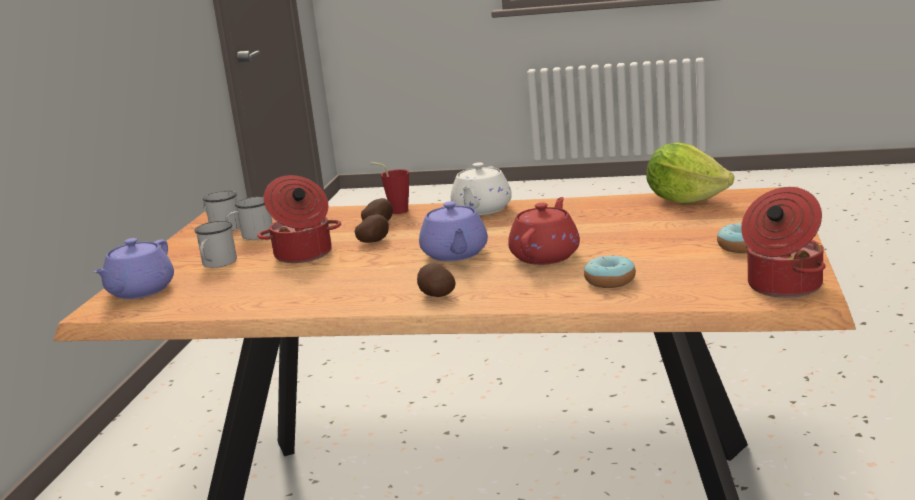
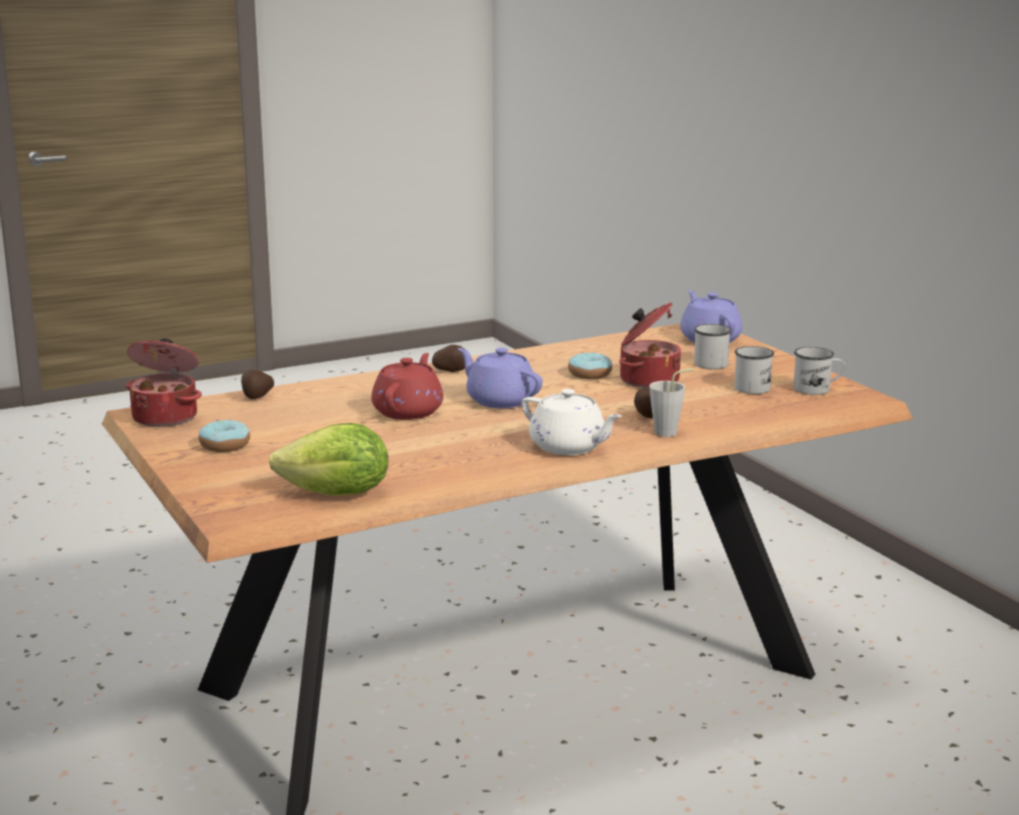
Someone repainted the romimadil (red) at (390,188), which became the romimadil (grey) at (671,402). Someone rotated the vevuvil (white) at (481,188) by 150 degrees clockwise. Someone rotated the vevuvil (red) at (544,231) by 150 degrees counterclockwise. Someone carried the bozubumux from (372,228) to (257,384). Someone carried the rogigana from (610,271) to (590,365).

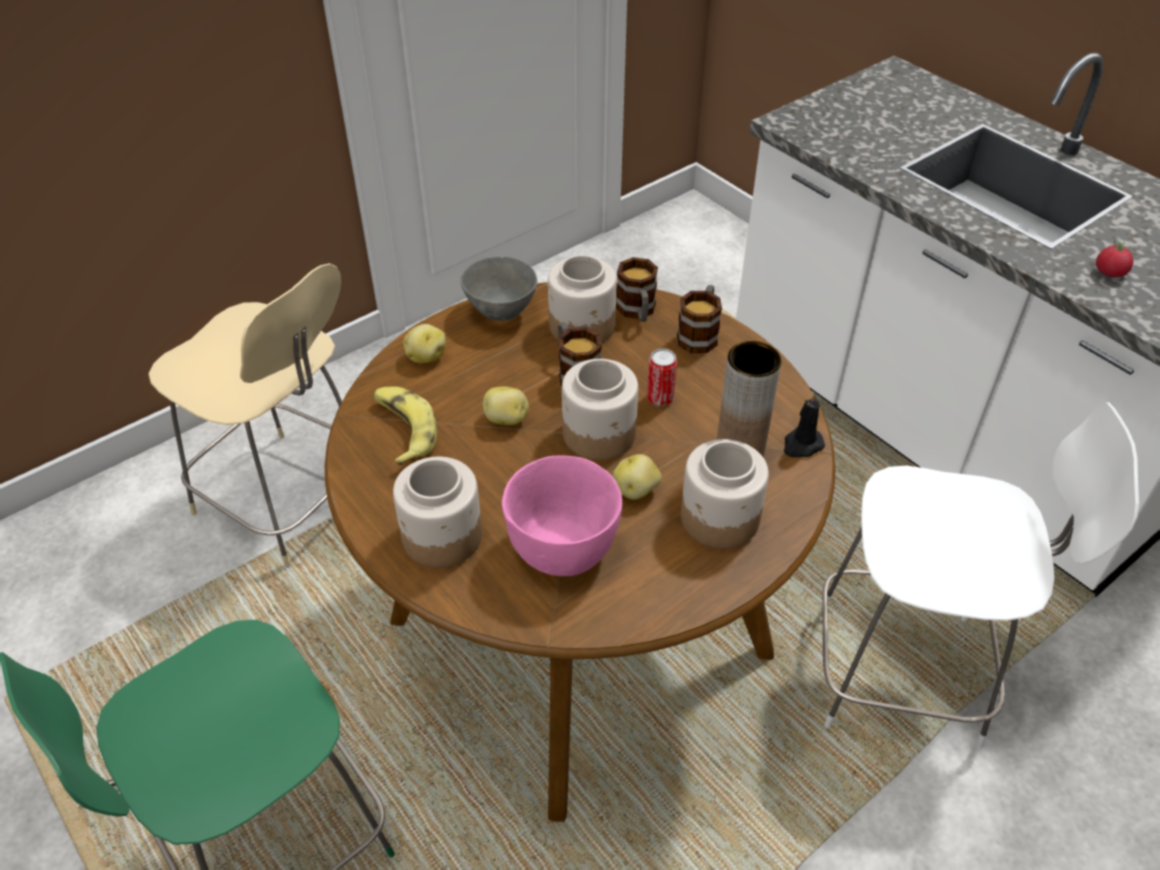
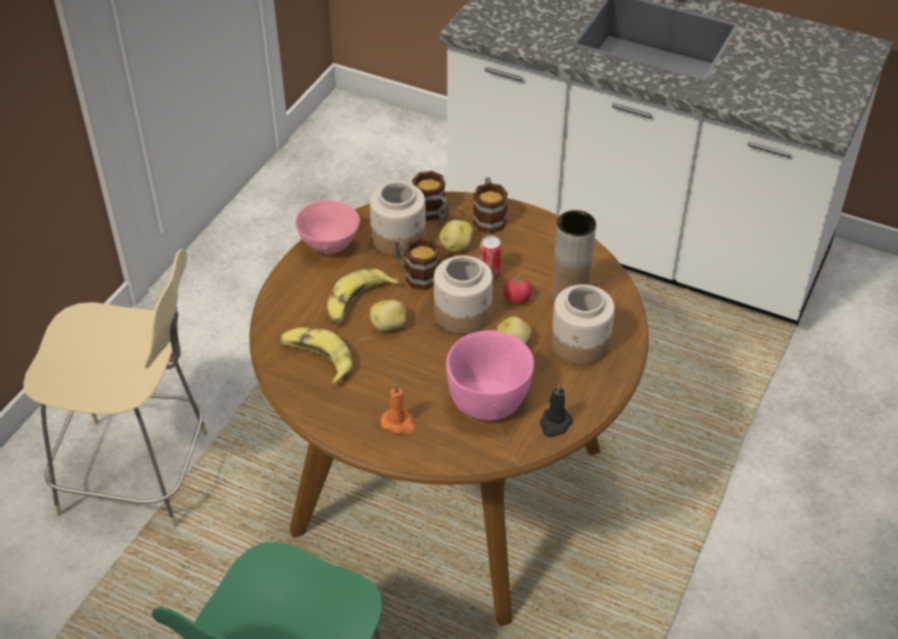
Someone carried the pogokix from (1114,258) to (518,288). Someone repainted the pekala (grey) at (498,288), which became the pekala (pink) at (327,227). Someone carried the bozubumux from (424,343) to (456,236). Someone carried the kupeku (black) from (804,425) to (556,410). Someone took away the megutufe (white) at (980,575). Someone swapped the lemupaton at (437,512) for the kupeku (orange) at (398,408). Someone put down the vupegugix at (363,297).

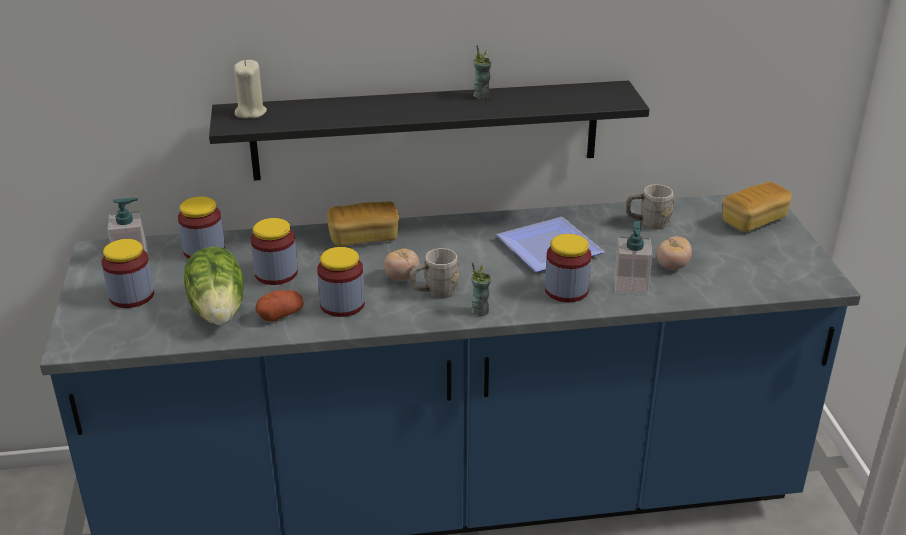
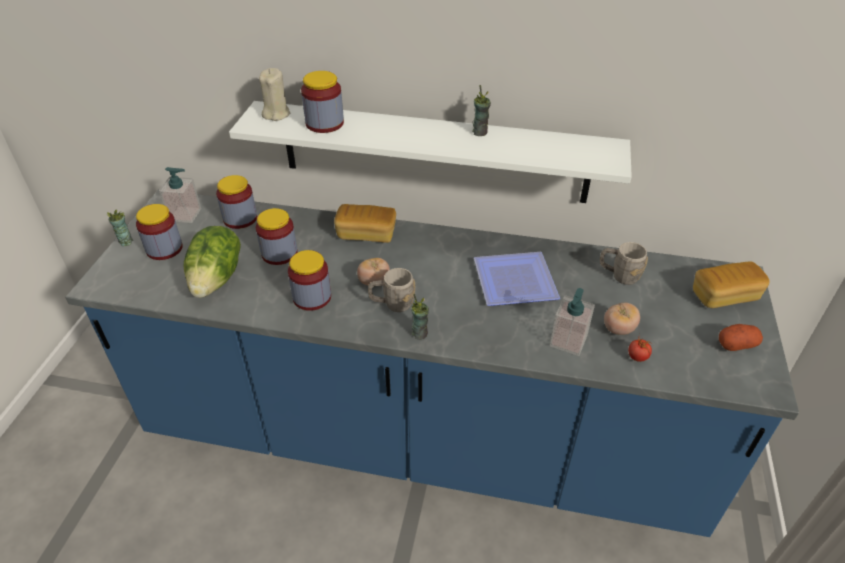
Someone repainted the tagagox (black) at (429,130), which became the tagagox (white) at (430,152). Someone carried the lemupaton from (568,268) to (322,102). Someone carried the bozubumux from (279,306) to (741,337). Someone put down the romimadil at (120,228). Someone put down the pogokix at (640,350).

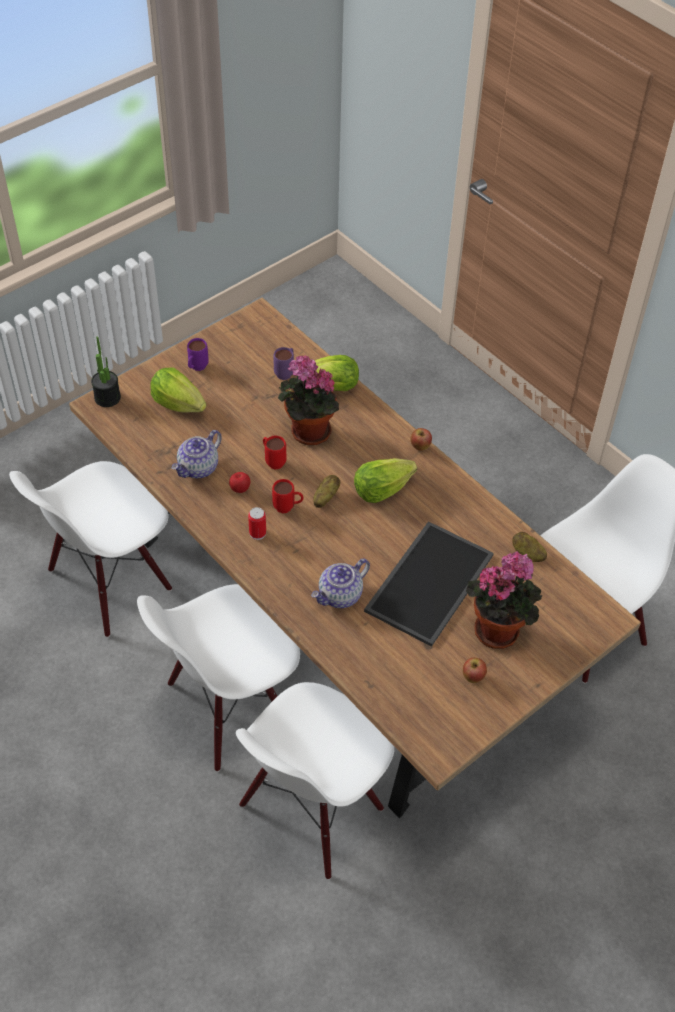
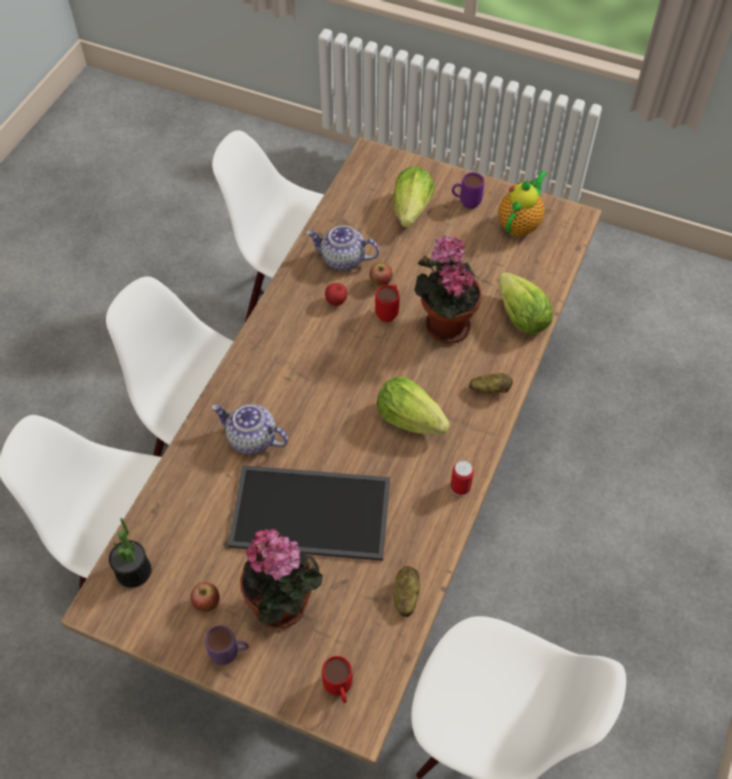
Someone carried the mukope from (106,371) to (130,553). Someone carried the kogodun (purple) from (283,363) to (227,645). Someone carried the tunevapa from (421,439) to (381,275). Someone carried the bozubumux from (326,491) to (491,383). Someone carried the kogodun (red) from (287,496) to (337,679). Someone carried the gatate from (257,523) to (462,478). Someone put down the vevuvil at (523,203).

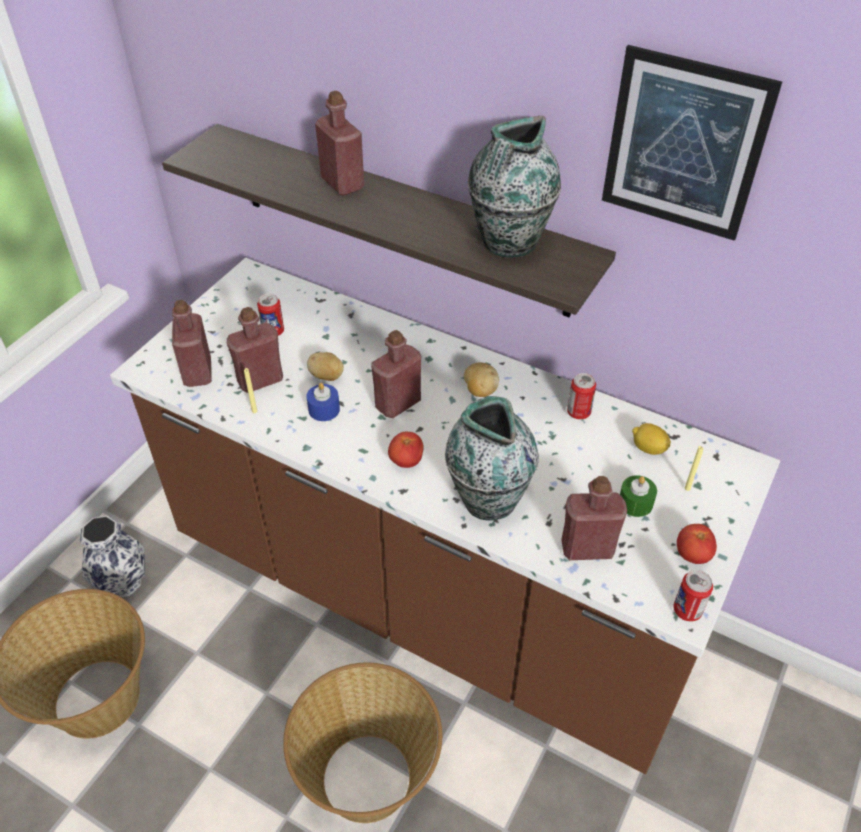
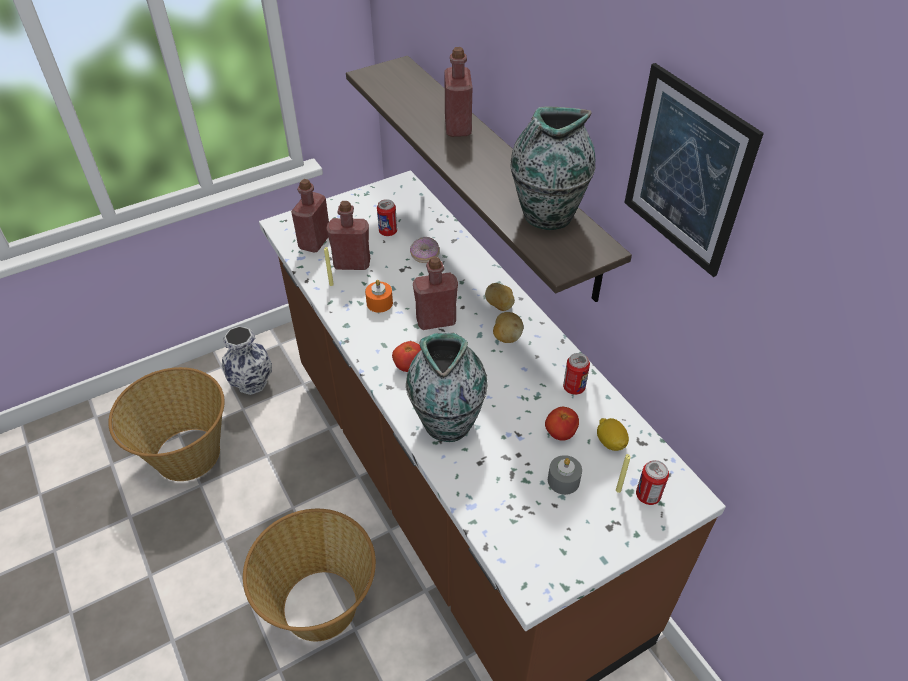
Someone carried the bozubumux from (325,366) to (500,297). Someone repainted the kupeku (blue) at (323,402), which became the kupeku (orange) at (379,296). Someone repainted the kupeku (green) at (638,496), which became the kupeku (grey) at (565,475). Someone took away the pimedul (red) at (594,518). Someone carried the pogokix from (697,544) to (562,424). Someone carried the gatate from (693,595) to (652,482). Someone put down the rogigana at (425,250).

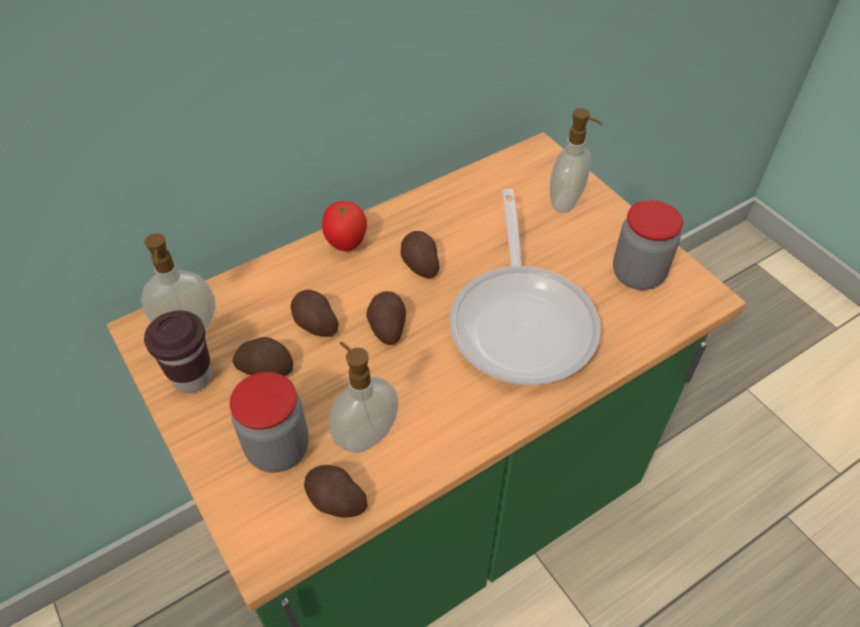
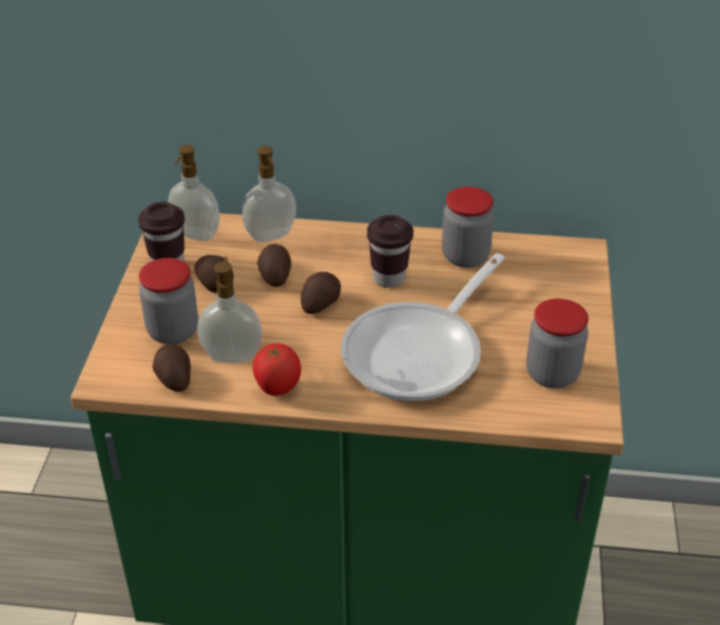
Someone carried the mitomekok from (576,160) to (269,194). Someone carried the pogokix from (344,226) to (277,369). Someone swapped the bozubumux at (420,254) for the romimadil (brown) at (390,251). Someone put down the lemupaton at (468,227).

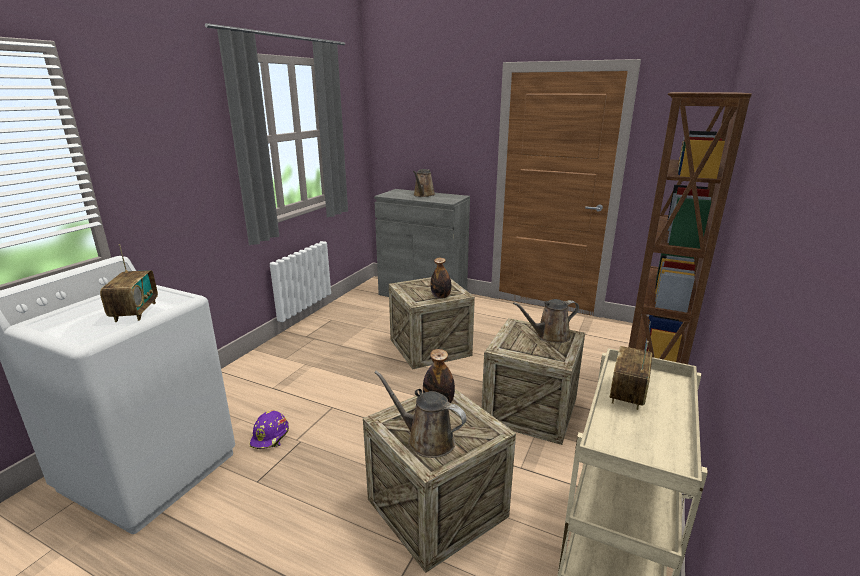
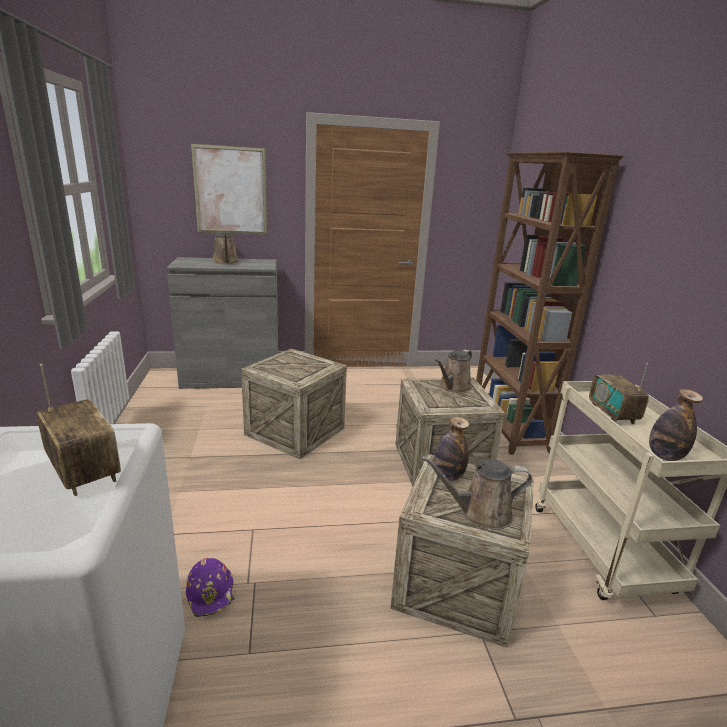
Someone carried the pimedul from (440,278) to (676,425). Someone put up the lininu at (229,189).

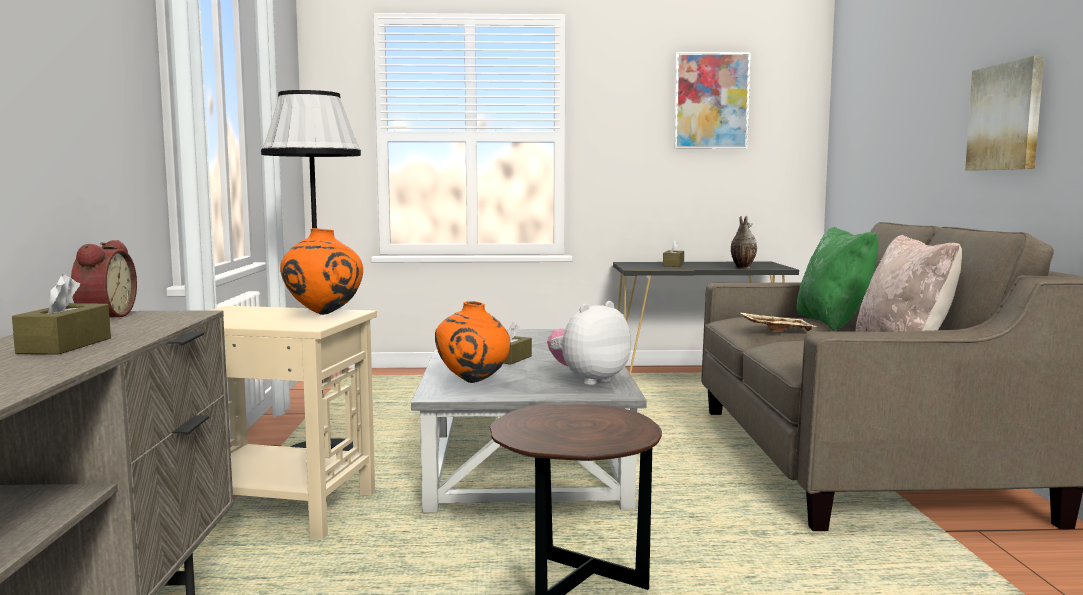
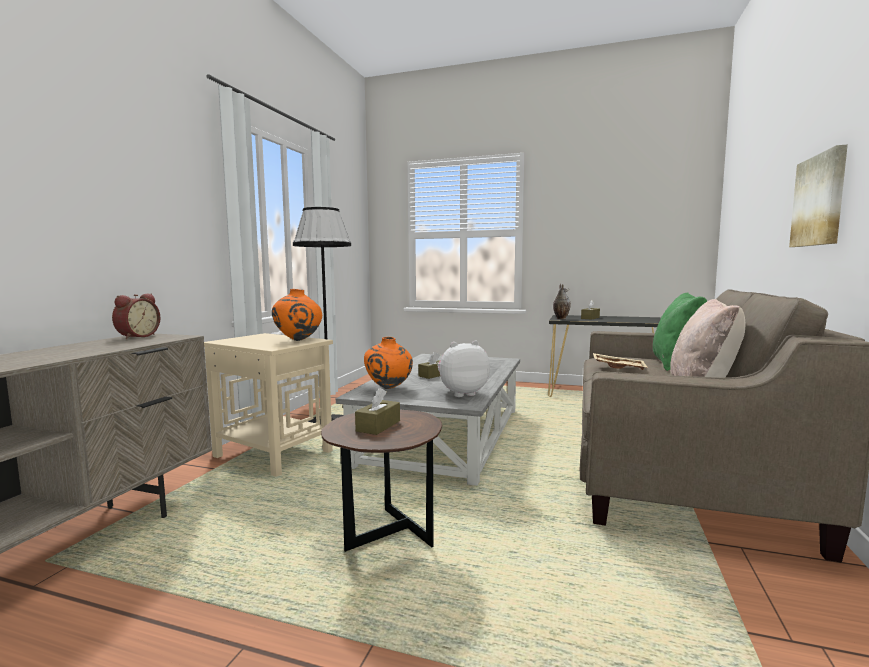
Someone took away the lininu at (712,100). Someone carried the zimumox from (744,242) to (562,301). Someone carried the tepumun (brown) from (61,314) to (377,411).

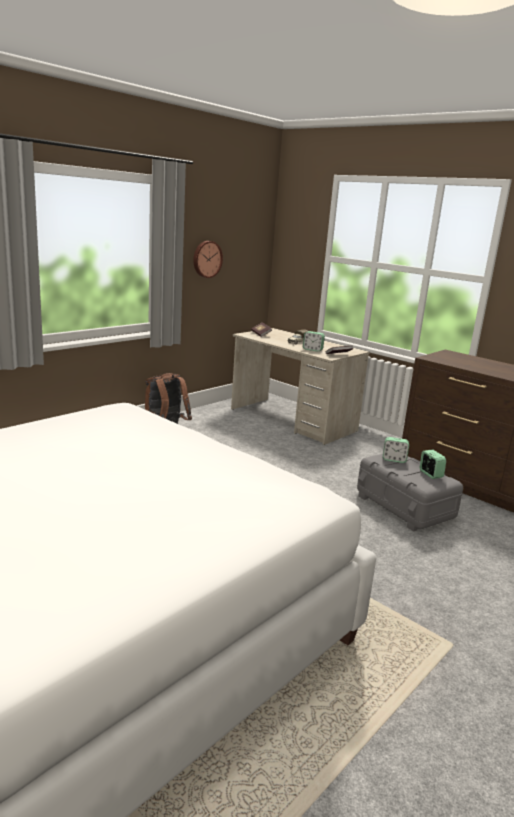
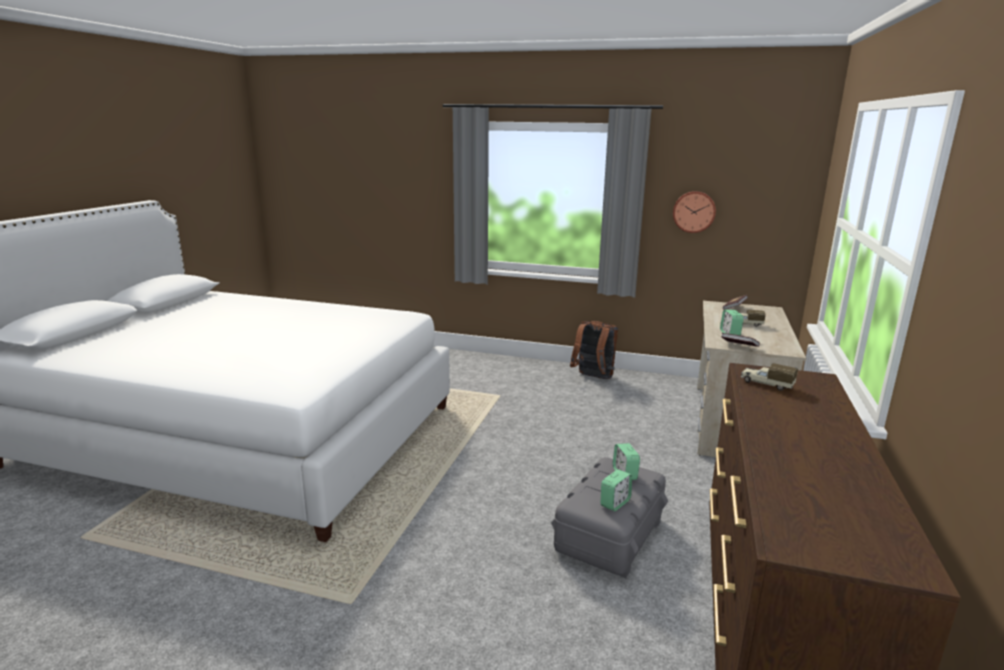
Someone put down the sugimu at (769,377).

